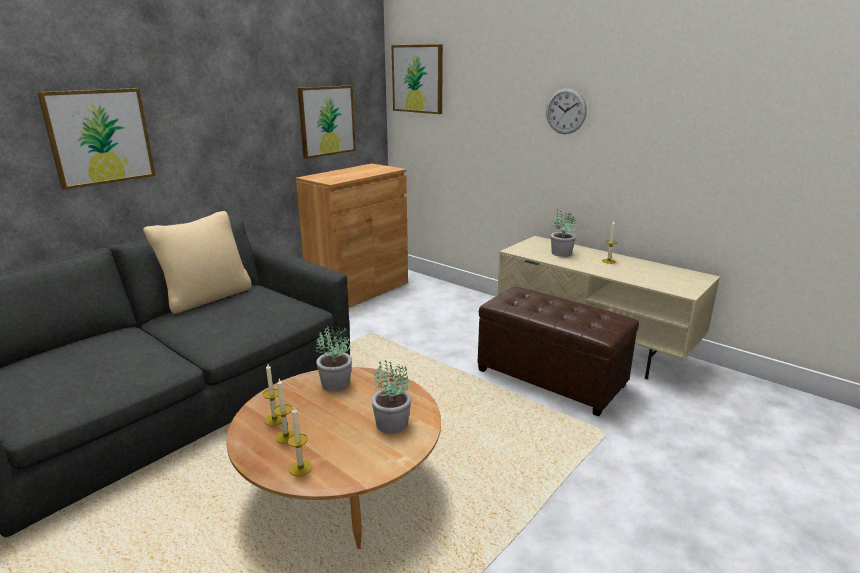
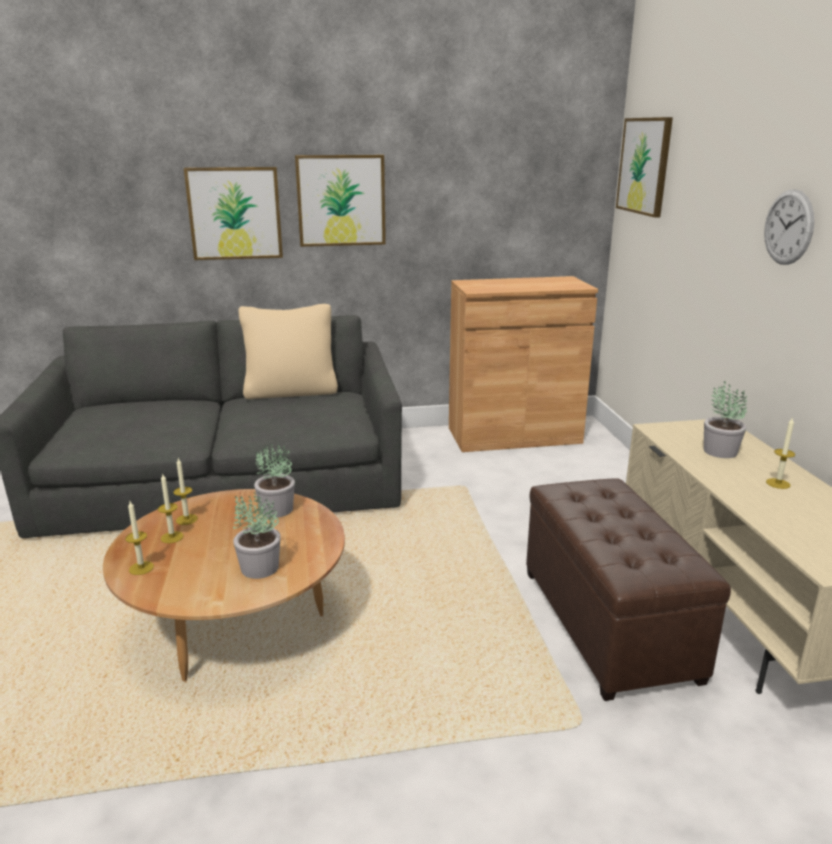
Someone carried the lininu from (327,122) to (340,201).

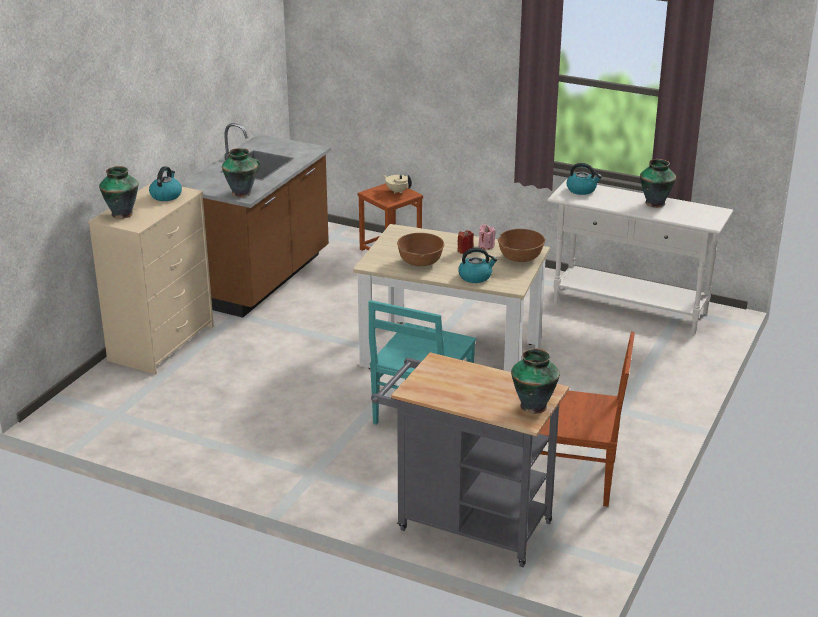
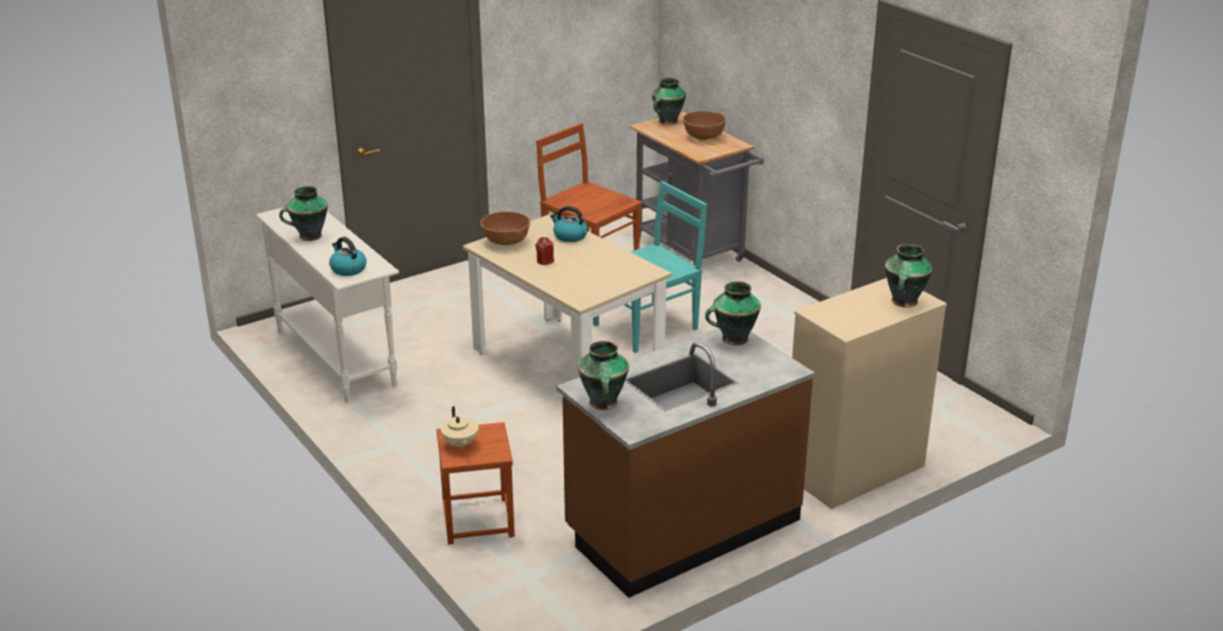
Someone took away the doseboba at (165,183). Someone took away the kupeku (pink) at (487,237). Someone carried the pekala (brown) from (420,250) to (704,126). Someone put down the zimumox at (603,375).

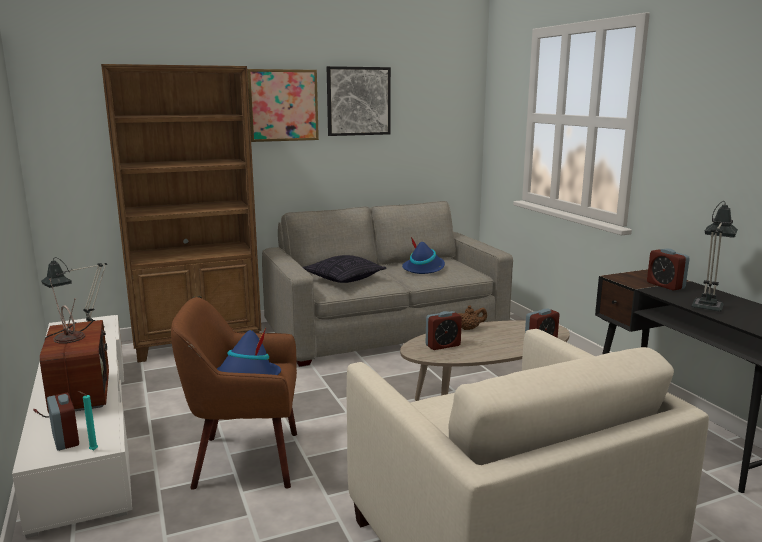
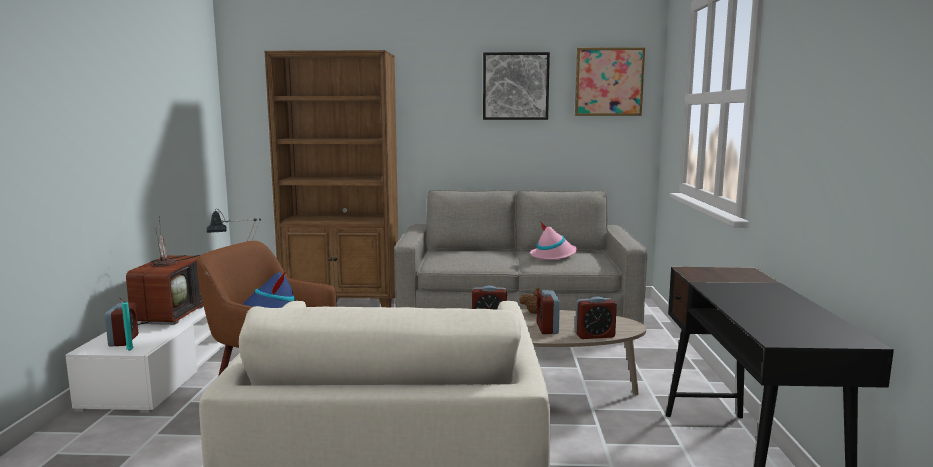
Someone carried the lininu from (283,105) to (610,81). Someone took away the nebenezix at (714,256). Someone repainted the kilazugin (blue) at (423,255), which became the kilazugin (pink) at (554,240). Someone carried the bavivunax from (668,270) to (548,312). Someone took away the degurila at (344,269).

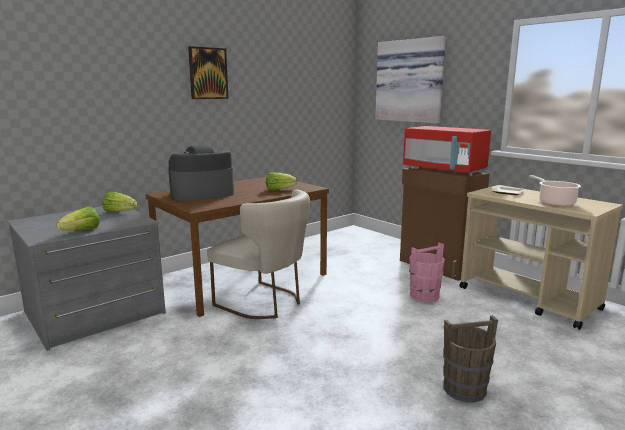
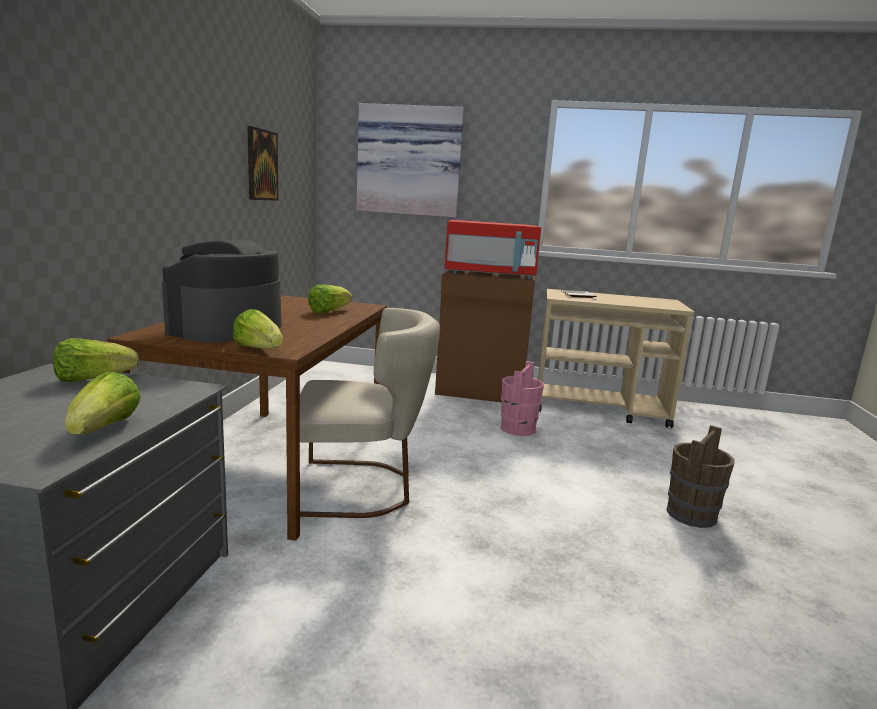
Someone carried the lininu from (208,72) to (262,163). Someone took away the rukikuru at (555,191). Someone put down the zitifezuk at (258,329).

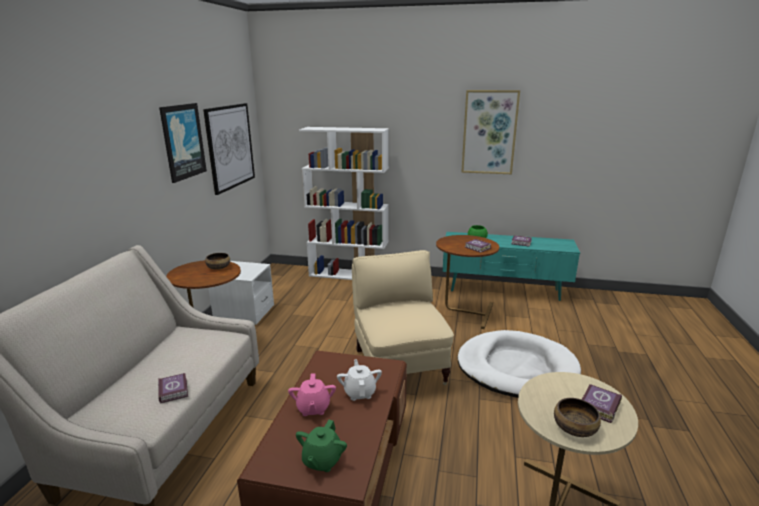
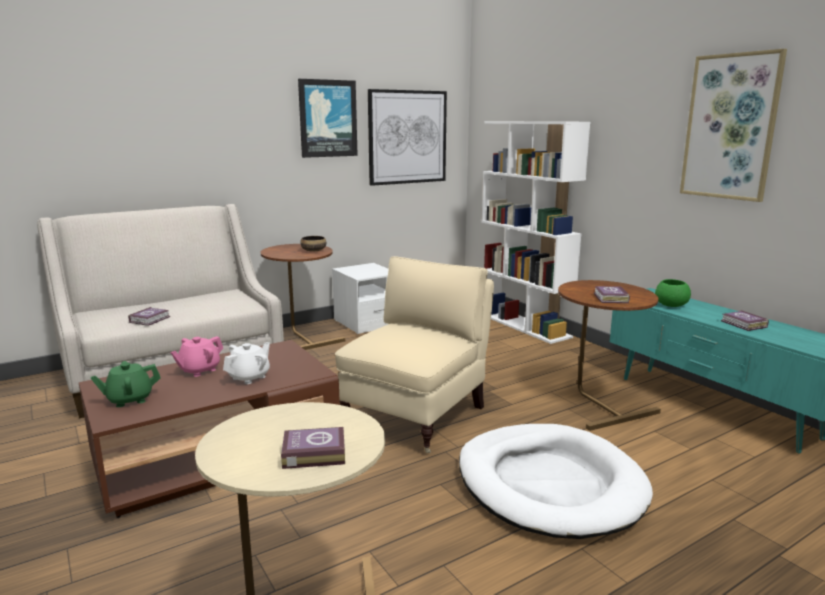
Someone took away the pekala at (577,417).

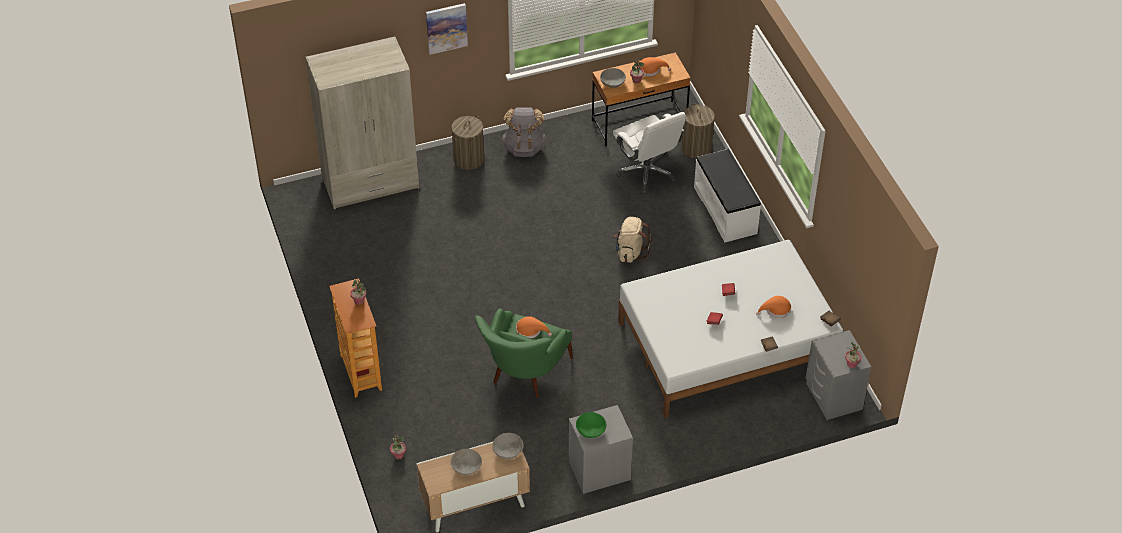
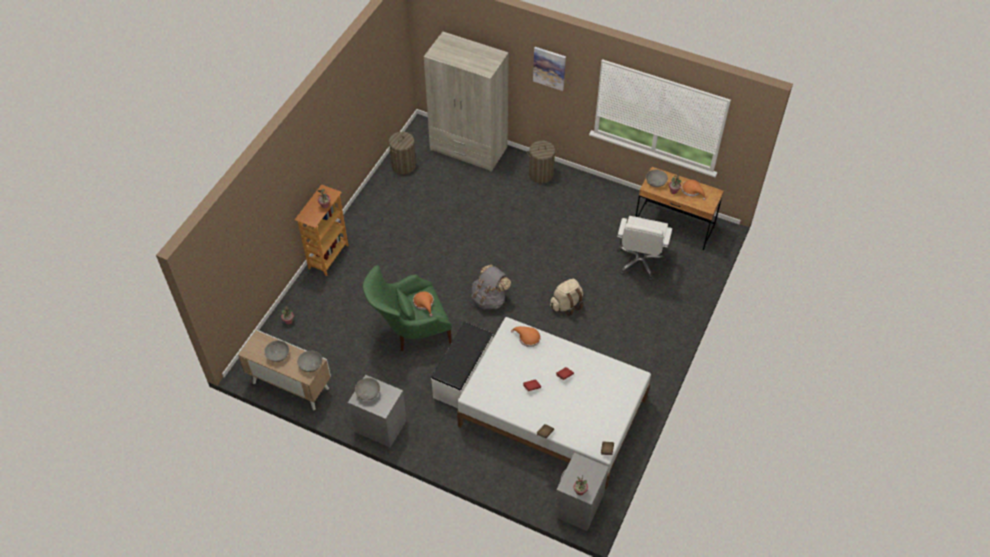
Someone carried the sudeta from (698,131) to (402,153). Someone carried the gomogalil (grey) from (524,132) to (491,287). Someone carried the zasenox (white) from (727,196) to (462,365). Someone carried the kilazugin (orange) from (774,307) to (526,336). Someone repainted the pekala (green) at (591,425), which became the pekala (grey) at (367,389).

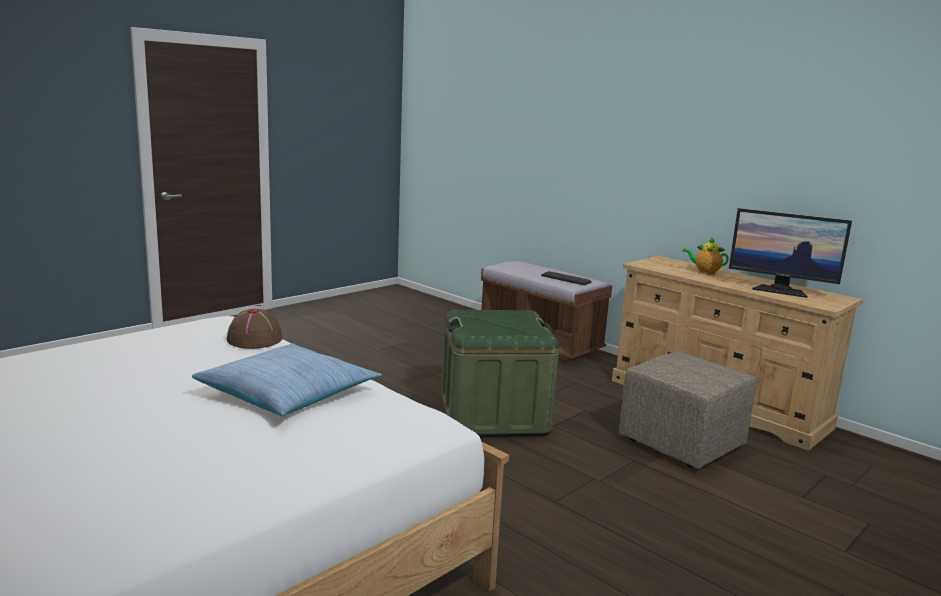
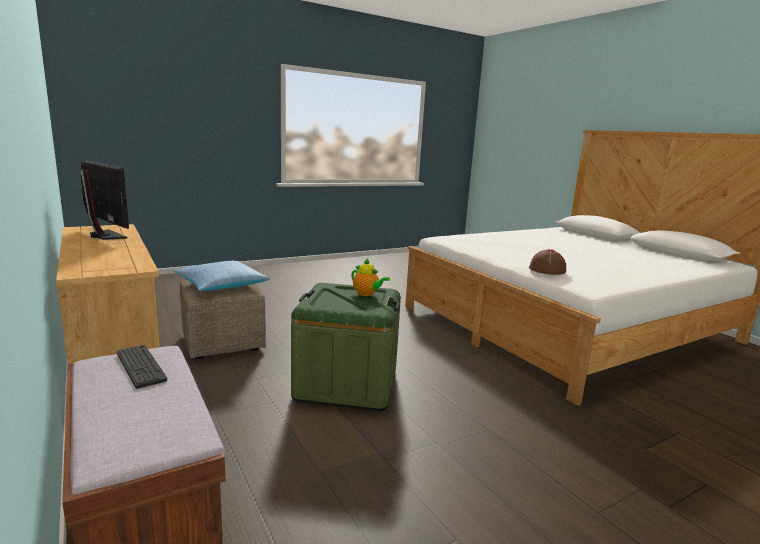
Someone carried the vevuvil from (706,256) to (370,277). Someone carried the degurila from (287,380) to (221,276).

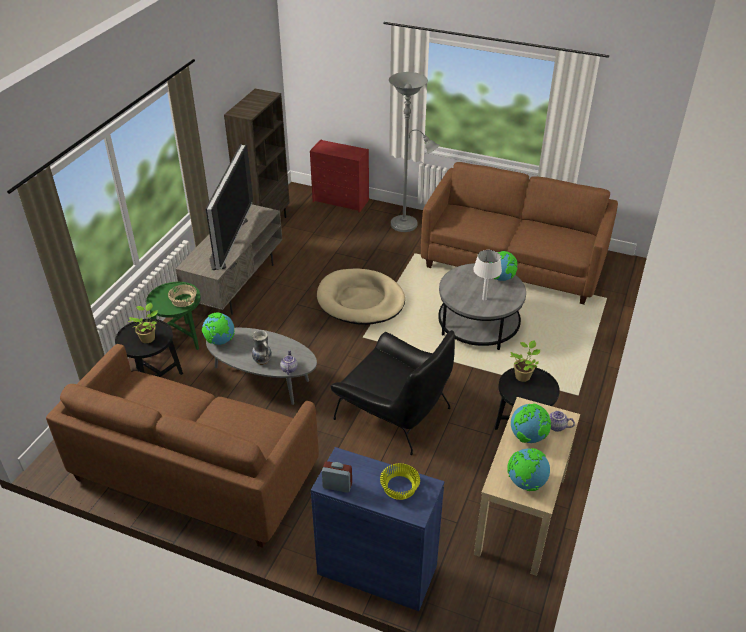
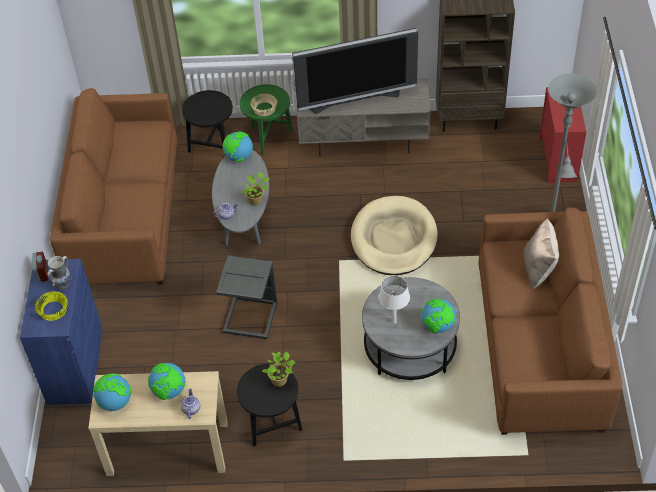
Someone carried the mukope from (143,323) to (255,189). Someone carried the zimumox from (262,347) to (59,272). Someone swapped the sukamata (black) at (393,392) for the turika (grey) at (246,297). Someone put down the degurila (beige) at (541,253).

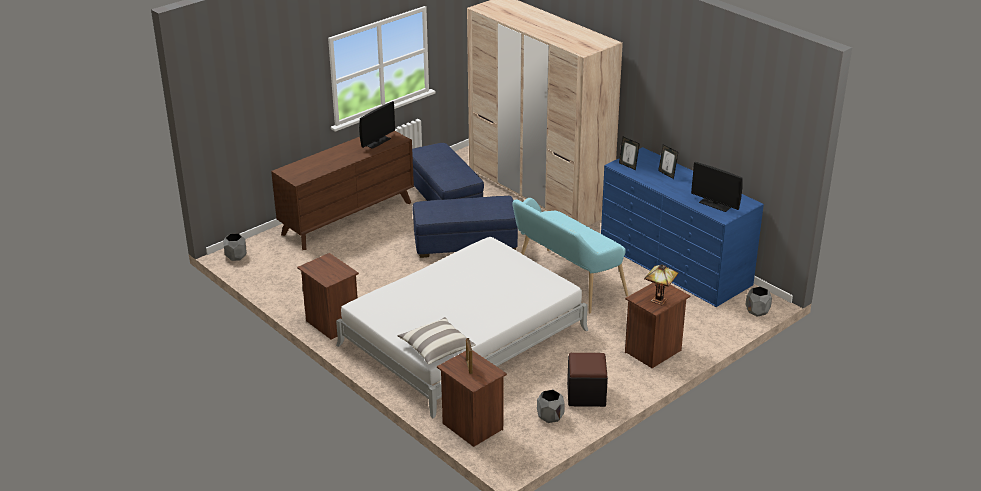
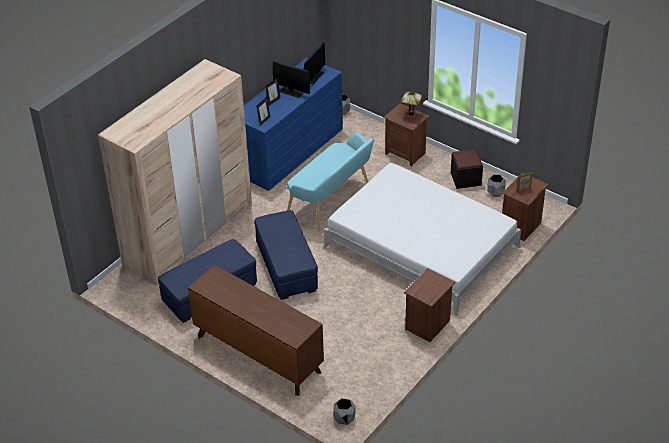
Someone carried the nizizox from (377,125) to (291,79). Someone took away the degurila at (437,341).

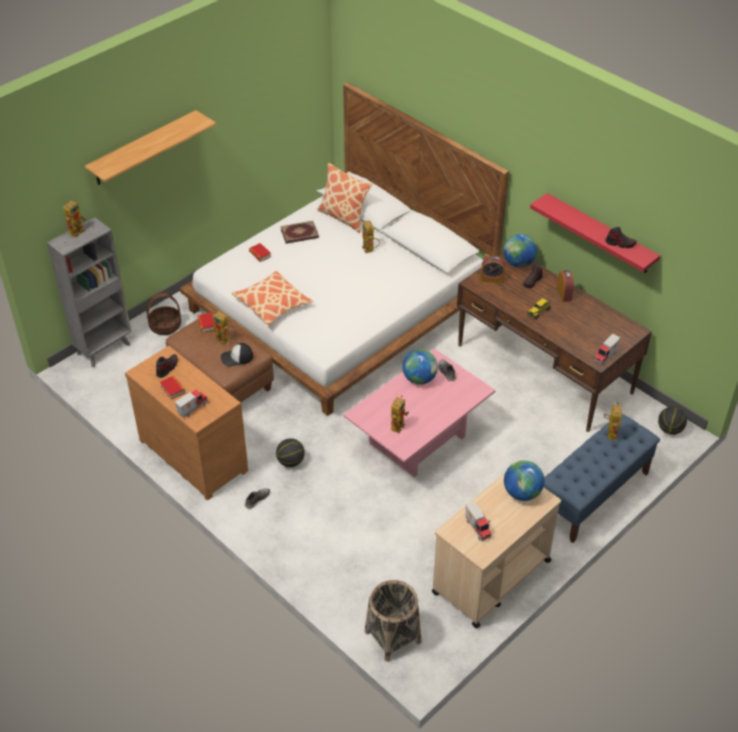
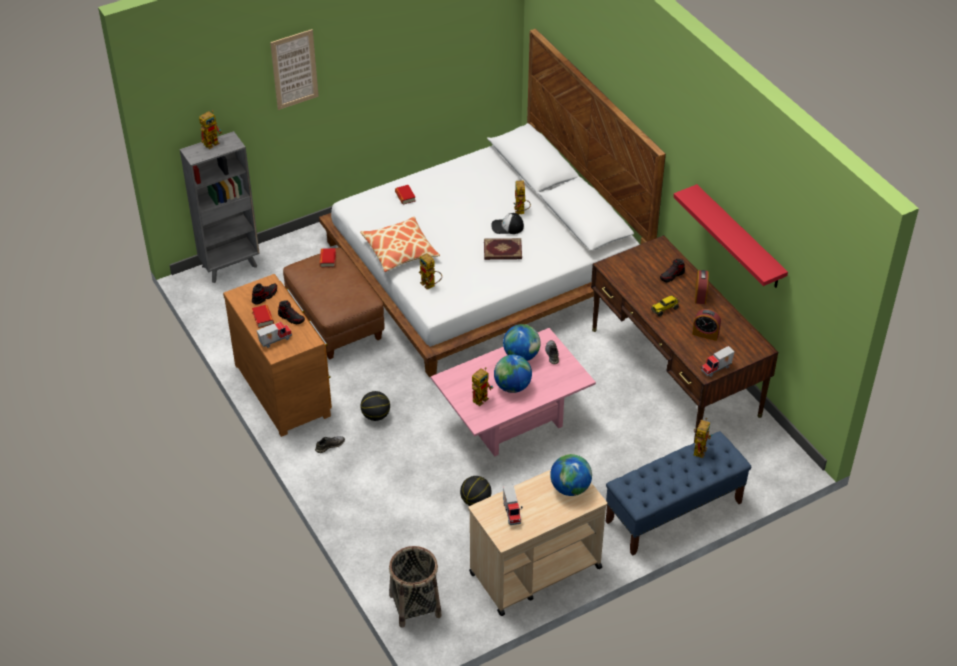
Someone swapped the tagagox at (150,147) for the lininu at (294,69). Someone took away the degurila at (344,198). Someone carried the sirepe from (300,232) to (503,249). Someone carried the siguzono from (621,237) to (291,312). Someone carried the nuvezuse from (520,251) to (513,374). Someone carried the bavivunax from (493,269) to (706,325). Someone took away the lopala at (163,313). Someone carried the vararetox from (225,328) to (430,271). Someone carried the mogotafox from (237,355) to (507,223). Someone carried the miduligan from (672,421) to (475,491).

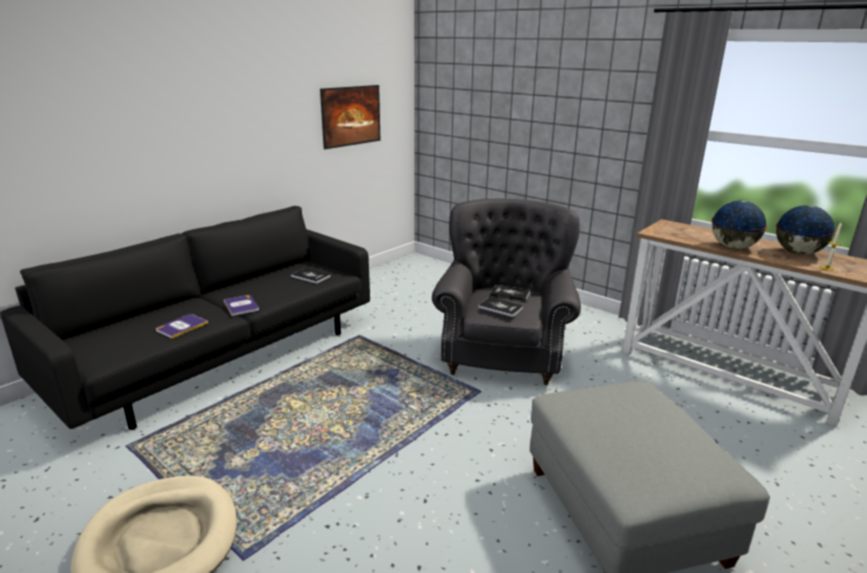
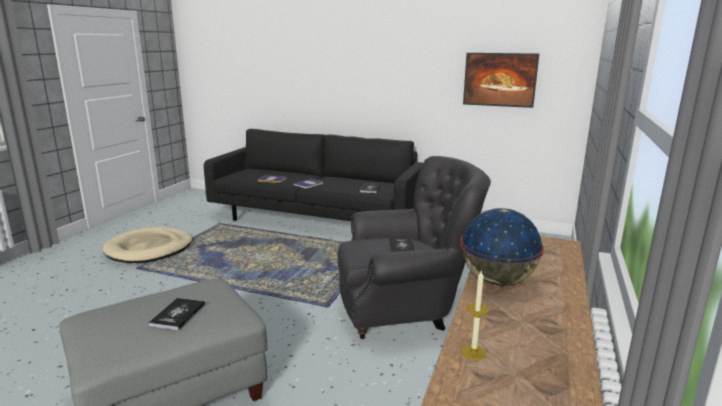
Someone took away the nuvezuse at (806,230). Someone carried the sirepe from (500,307) to (176,314).

